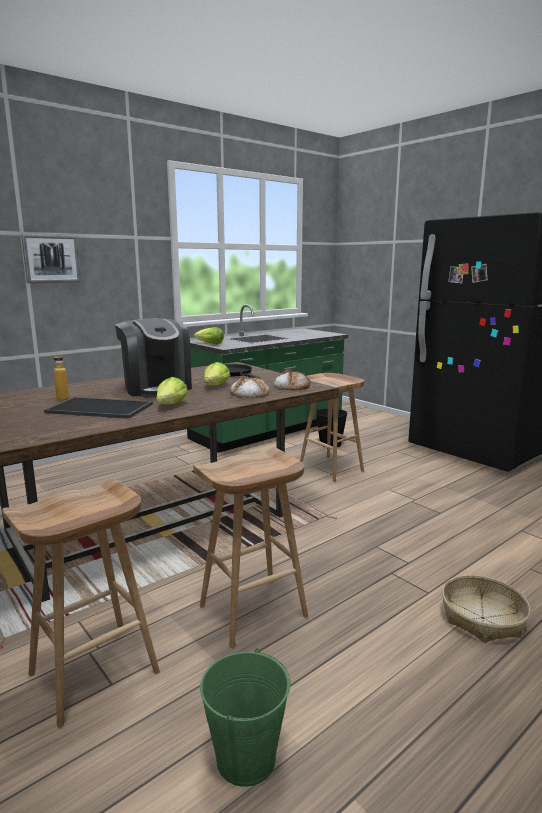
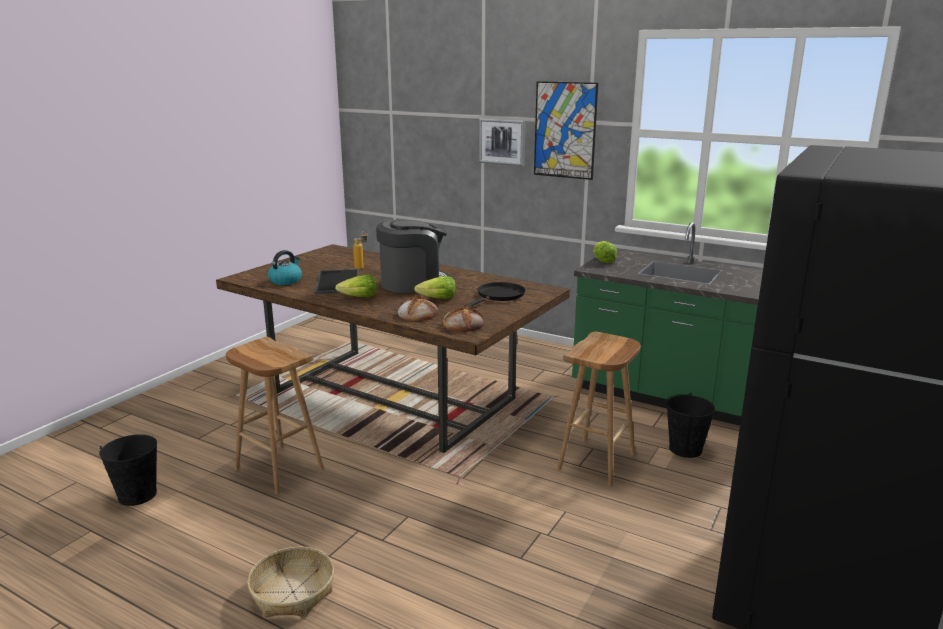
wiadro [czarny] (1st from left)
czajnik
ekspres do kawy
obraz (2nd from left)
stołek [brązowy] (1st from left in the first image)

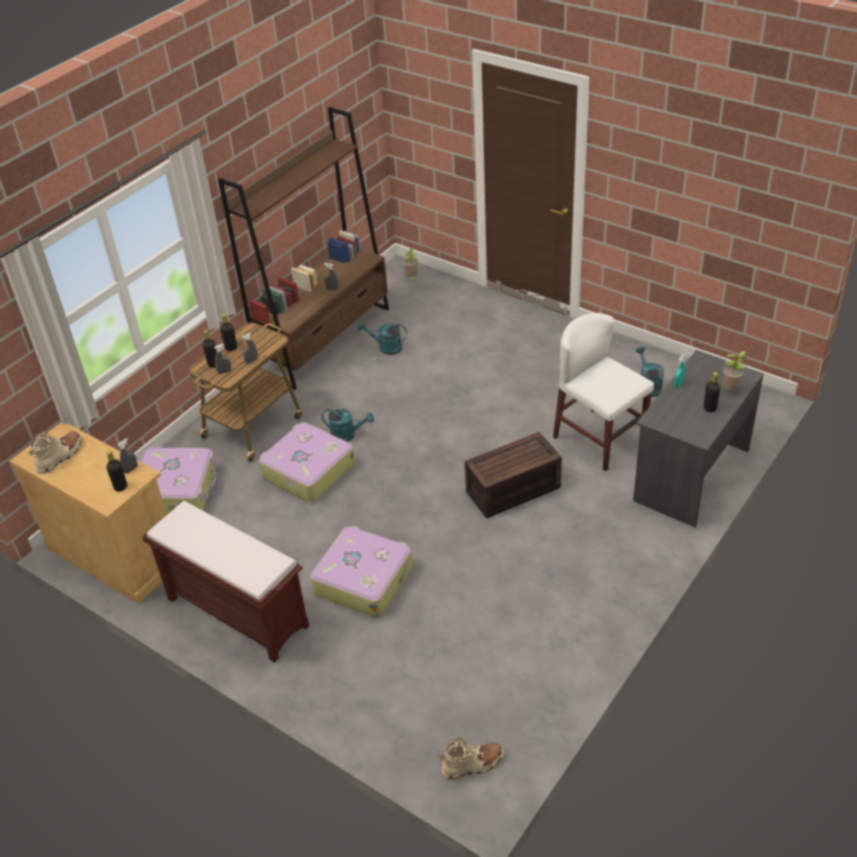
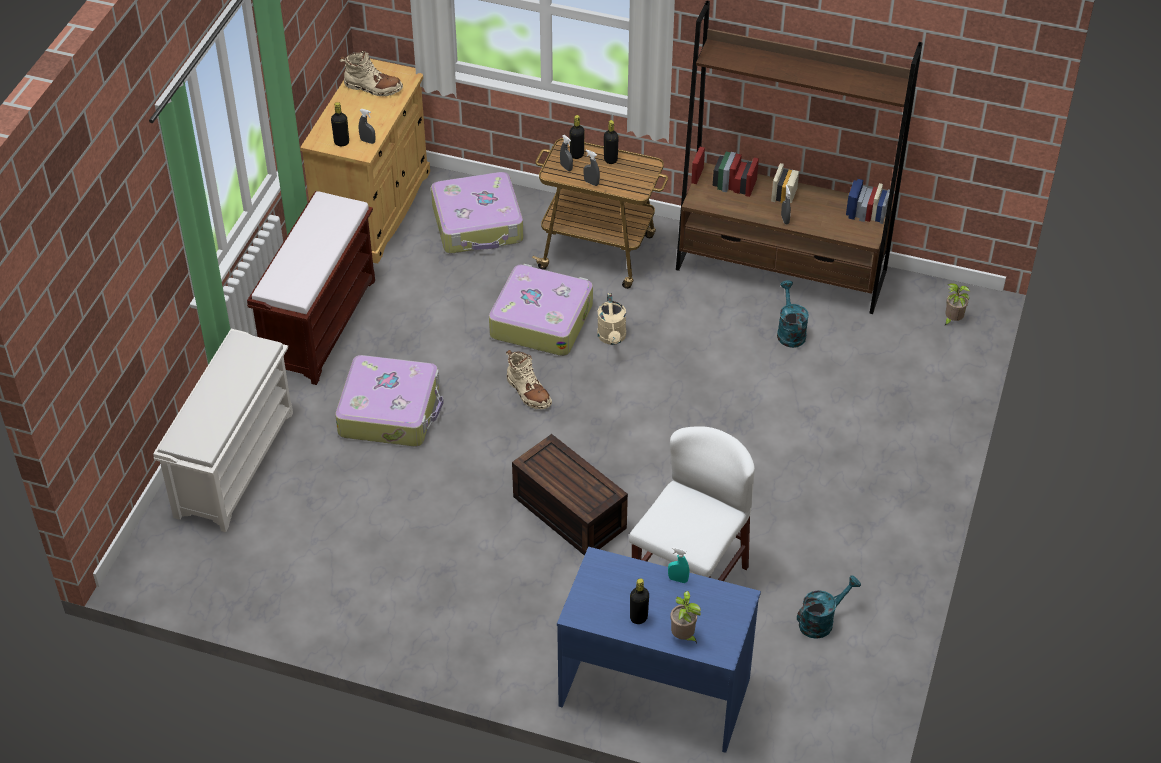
regał na buty [biały]
but z cholewką [beżowy] (2nd from left)
biurko [niebieski]
konewka [beżowy]

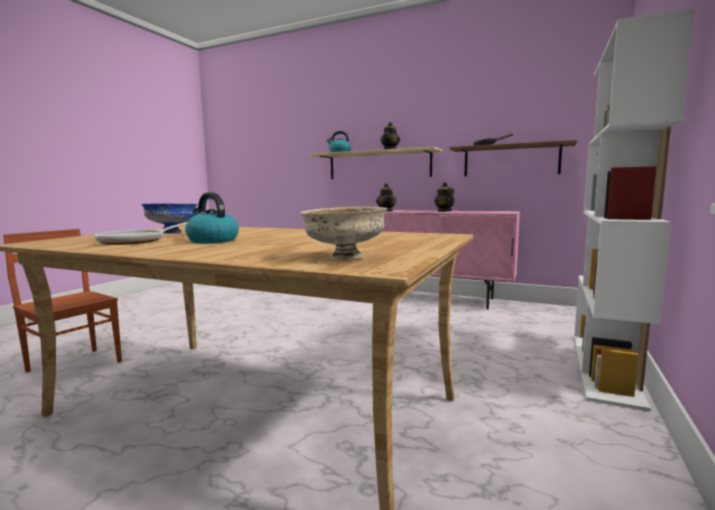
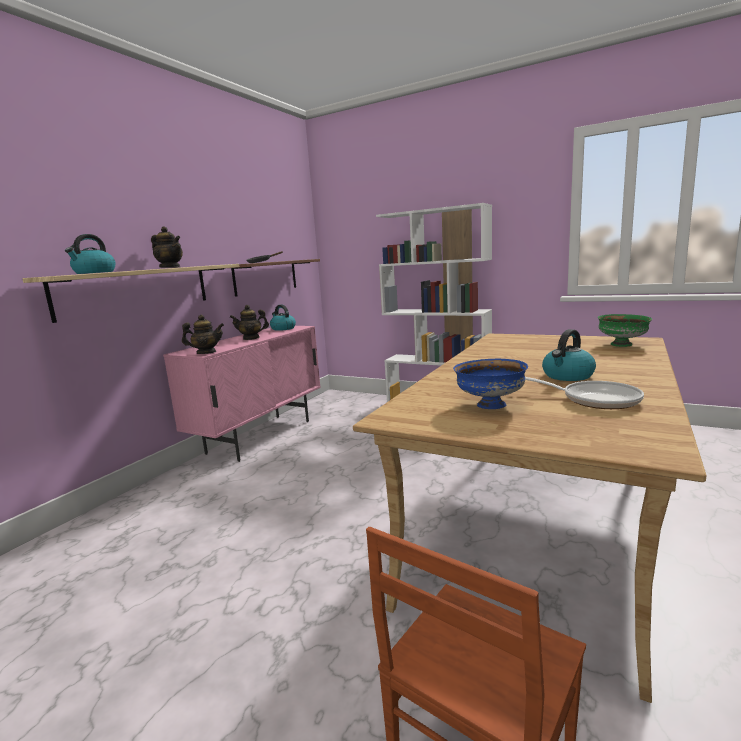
czajnik (2nd from left)
miska [zielony]

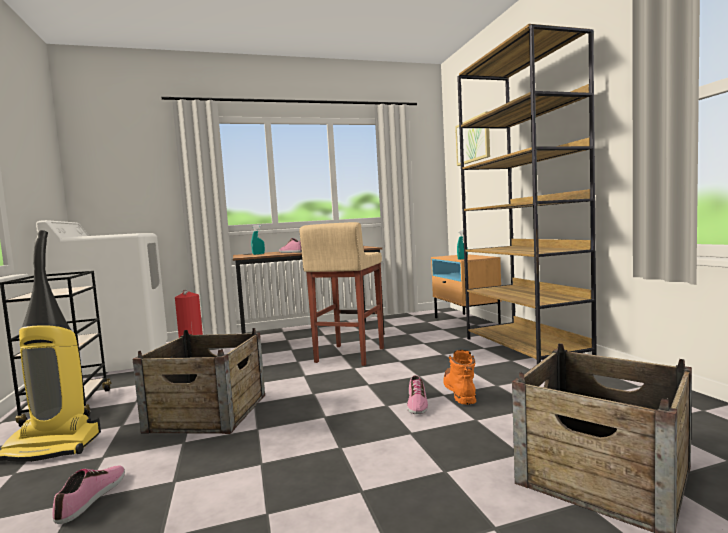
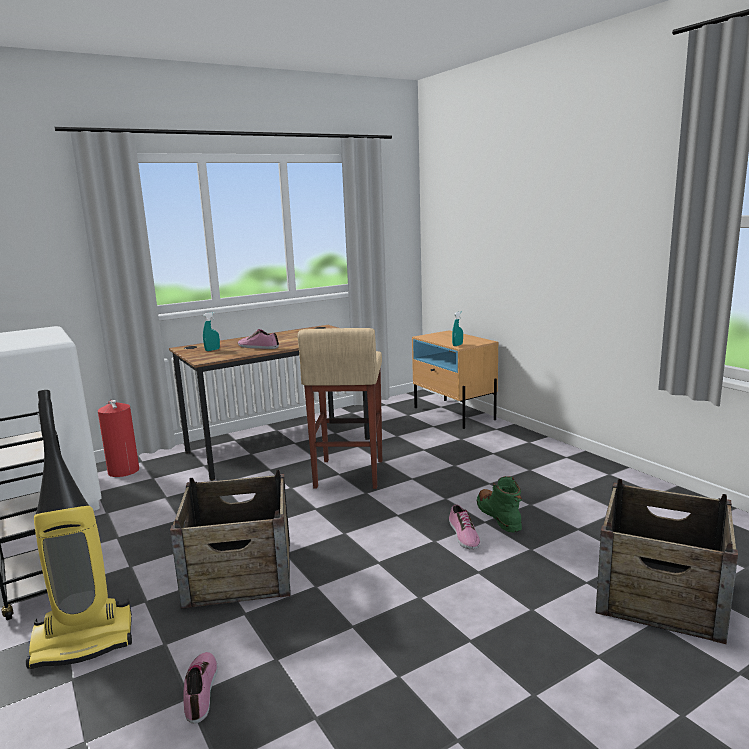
but z cholewką [zielony]
obraz
regał [brązowy]

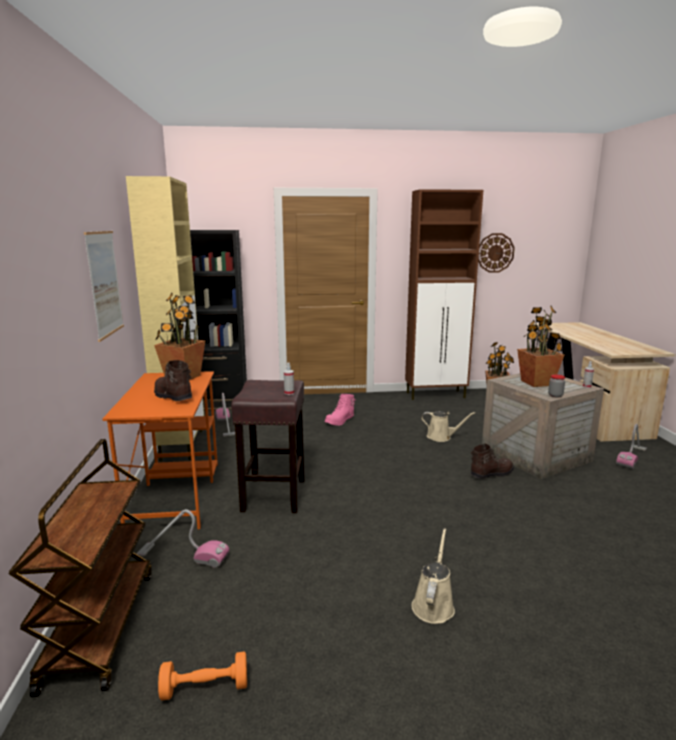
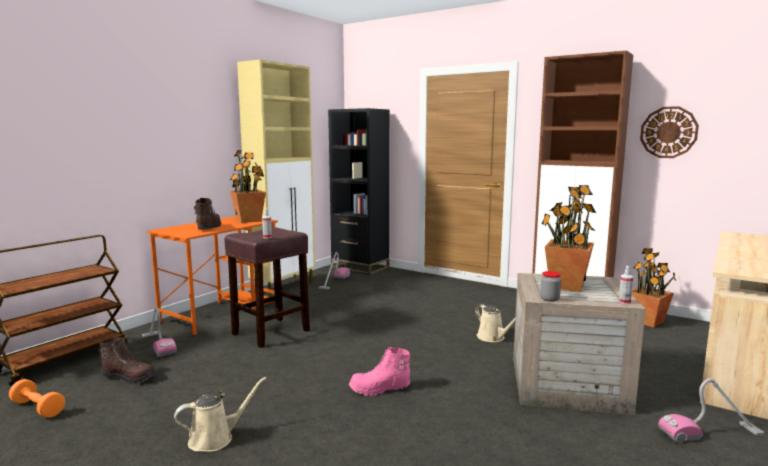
but z cholewką [brązowy] (1st from left)
but z cholewką [różowy]
obraz

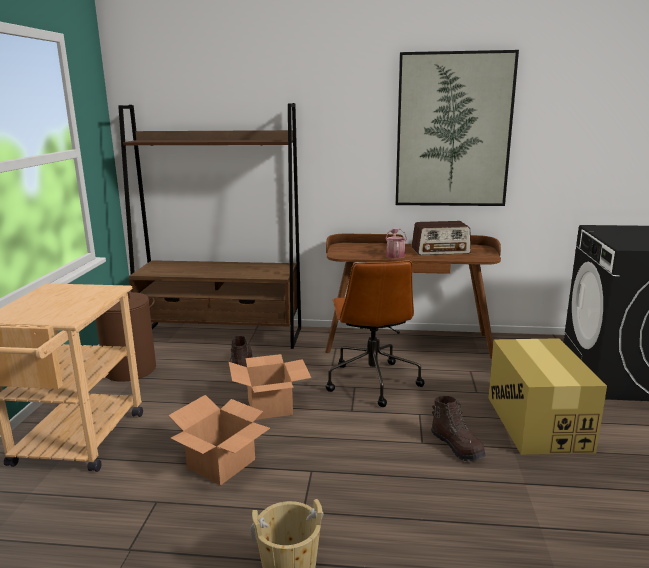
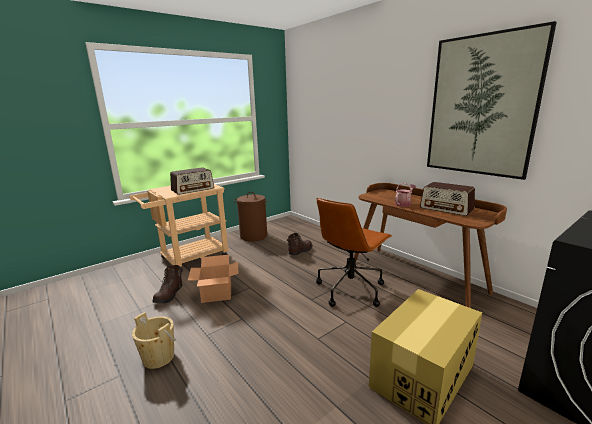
but z cholewką [brązowy] (1st from left)
radio (1st from left)
regał [brązowy]
karton (2nd from left in the first image)

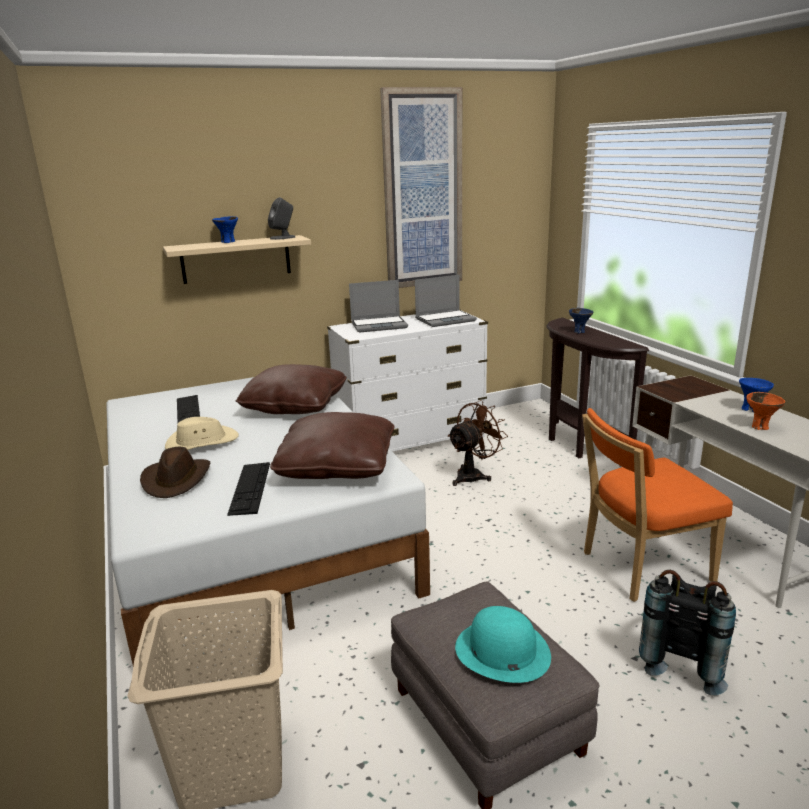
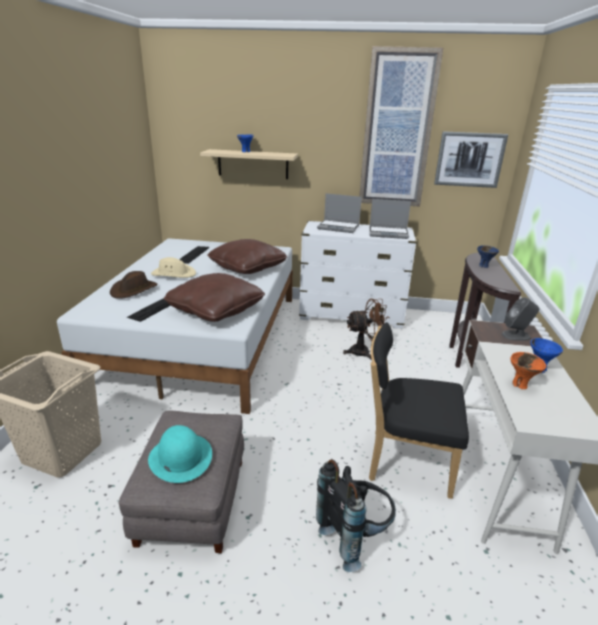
krzesło [czarny]
obraz (2nd from left)
głośnik [szary]

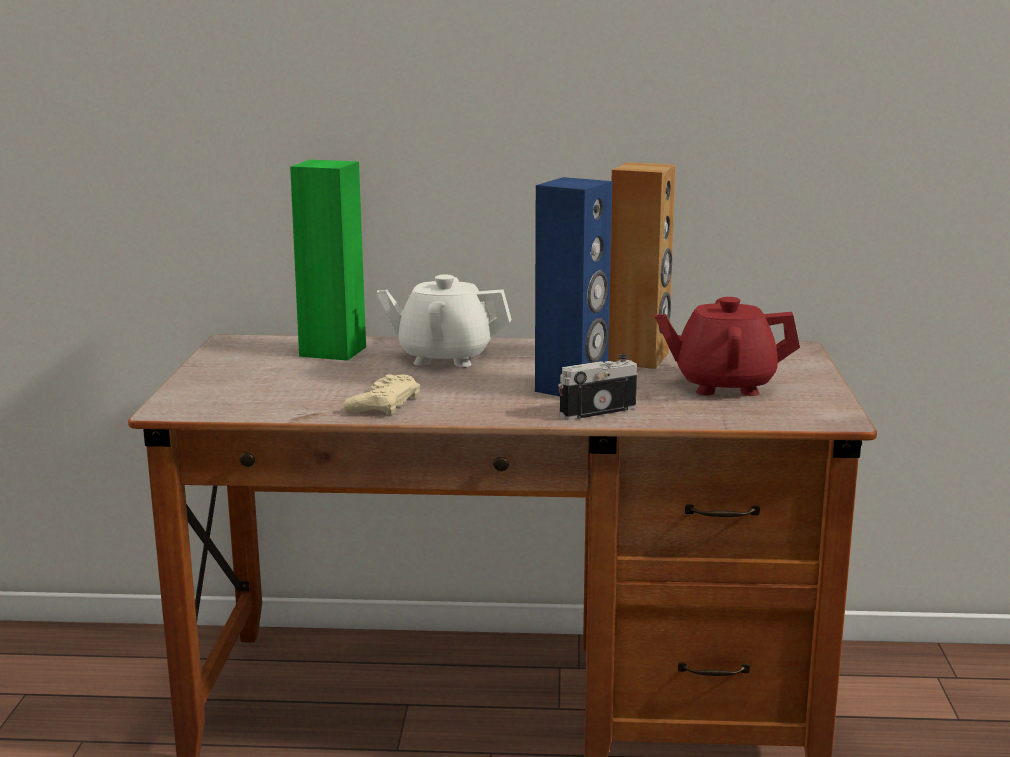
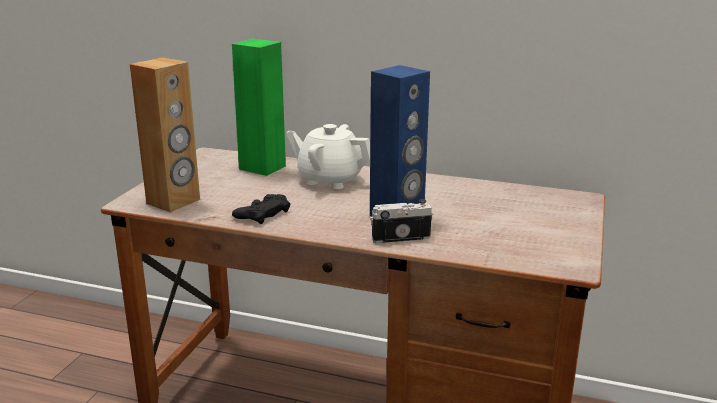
głośnik [brązowy]
pad do gier [czarny]
imbryk [czerwony]

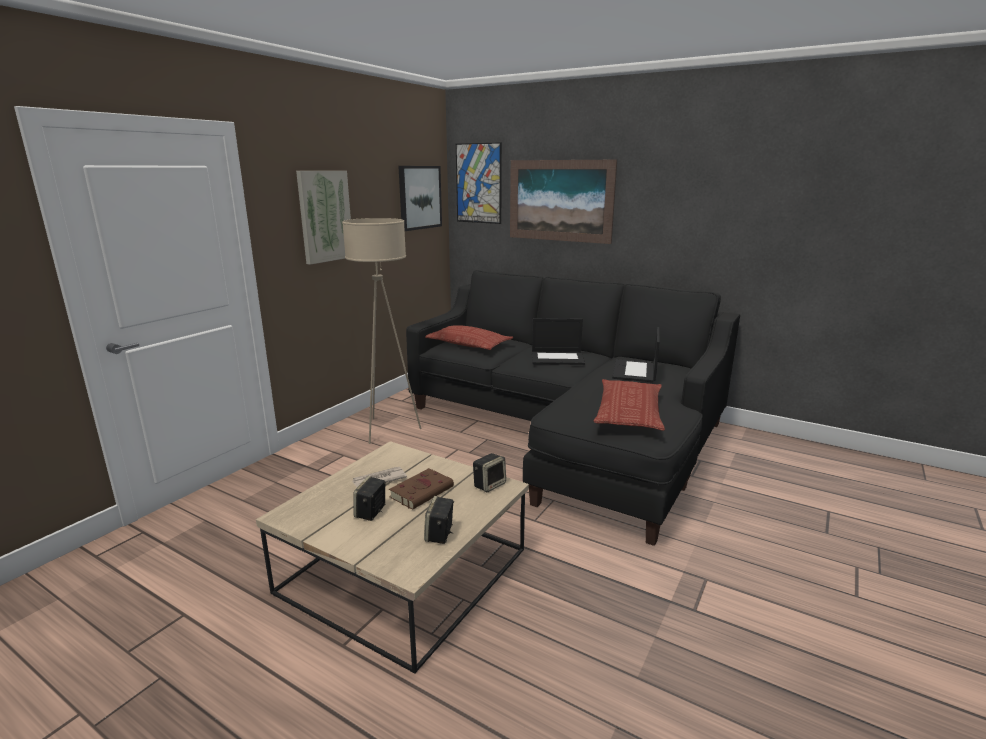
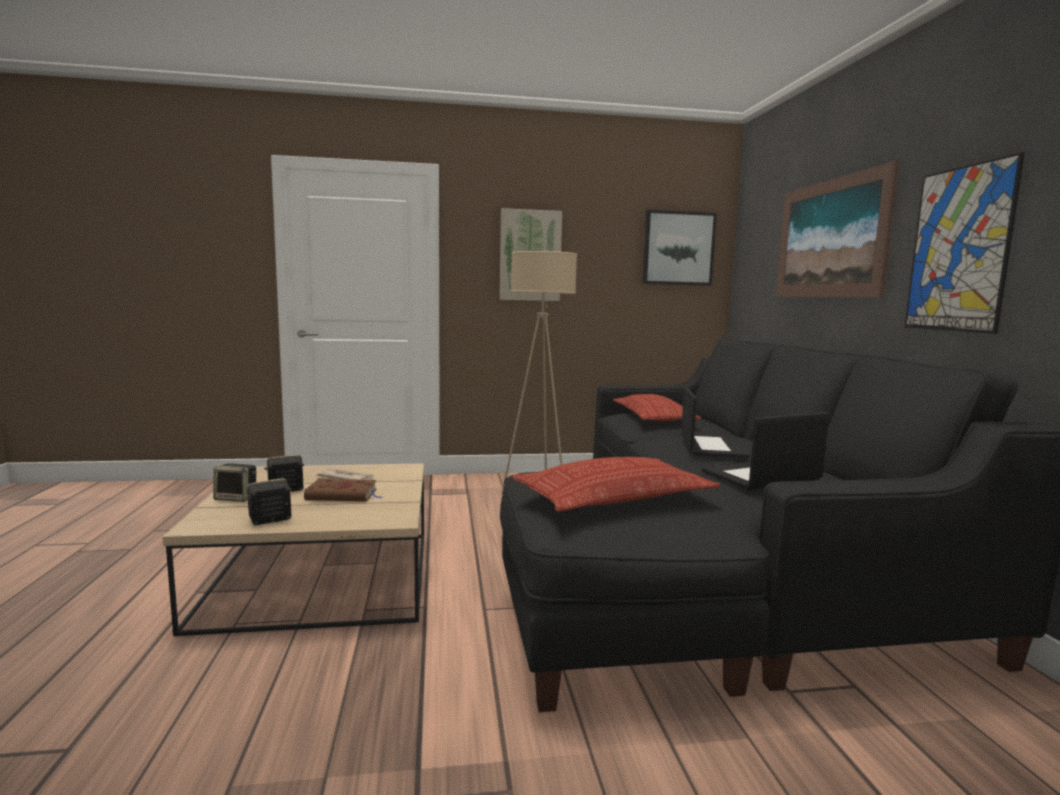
głośnik (1st from left)
laptop (1st from left)
obraz (4th from left)

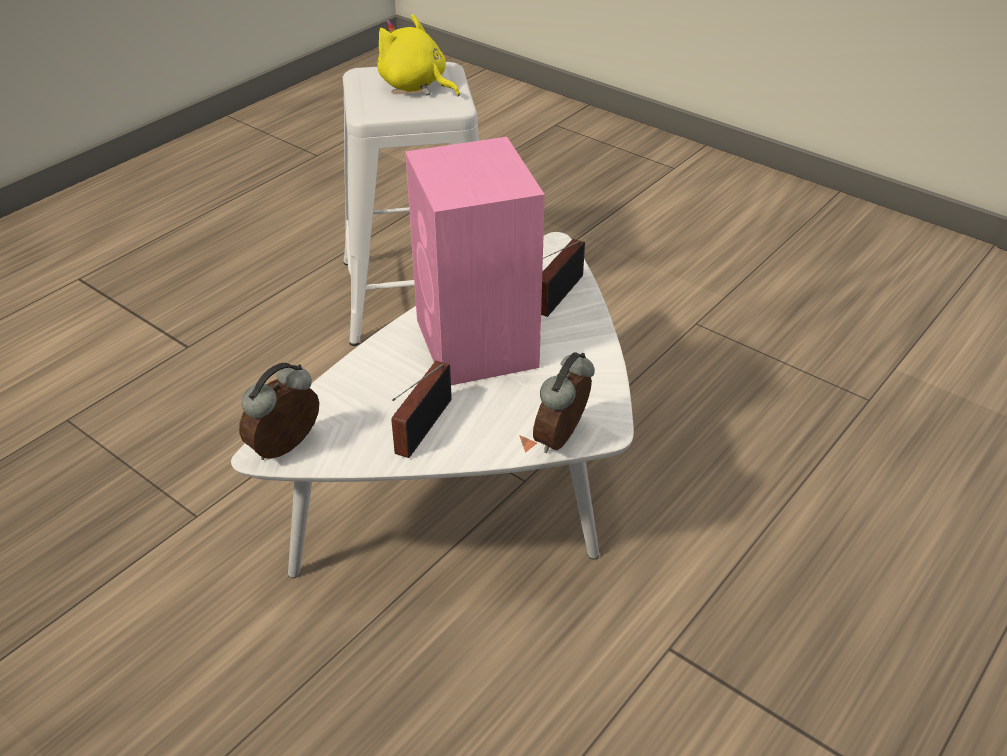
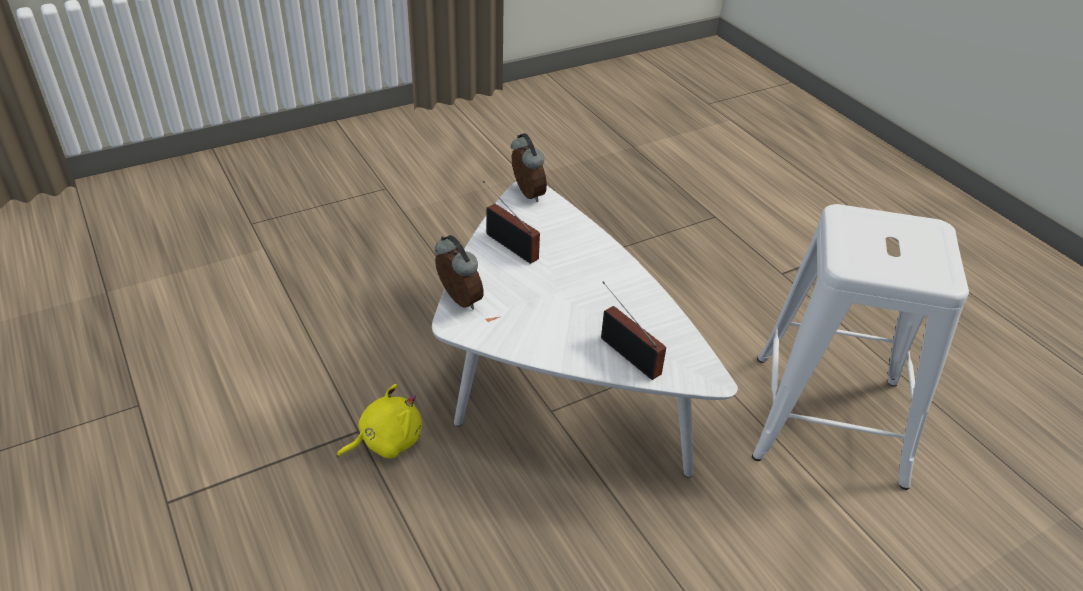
pluszak [żółty]
głośnik [różowy]

